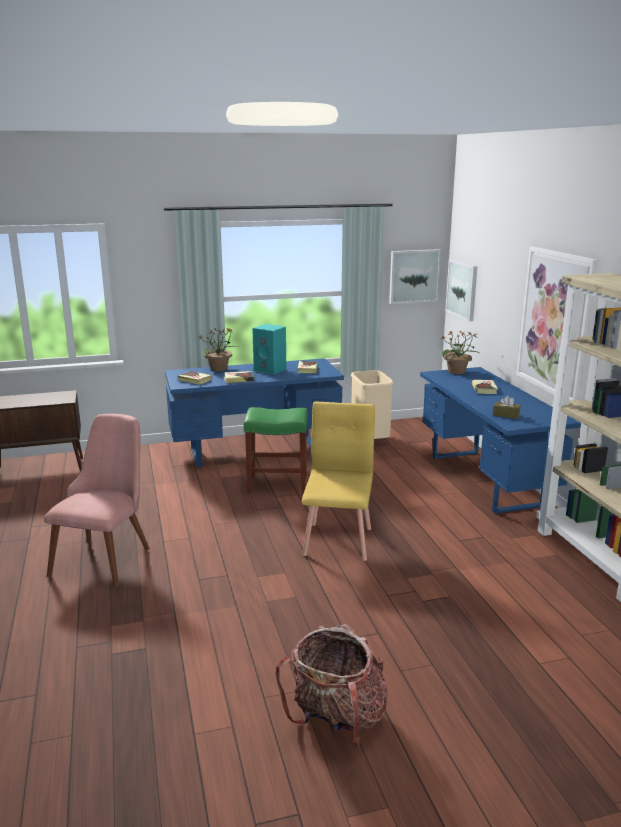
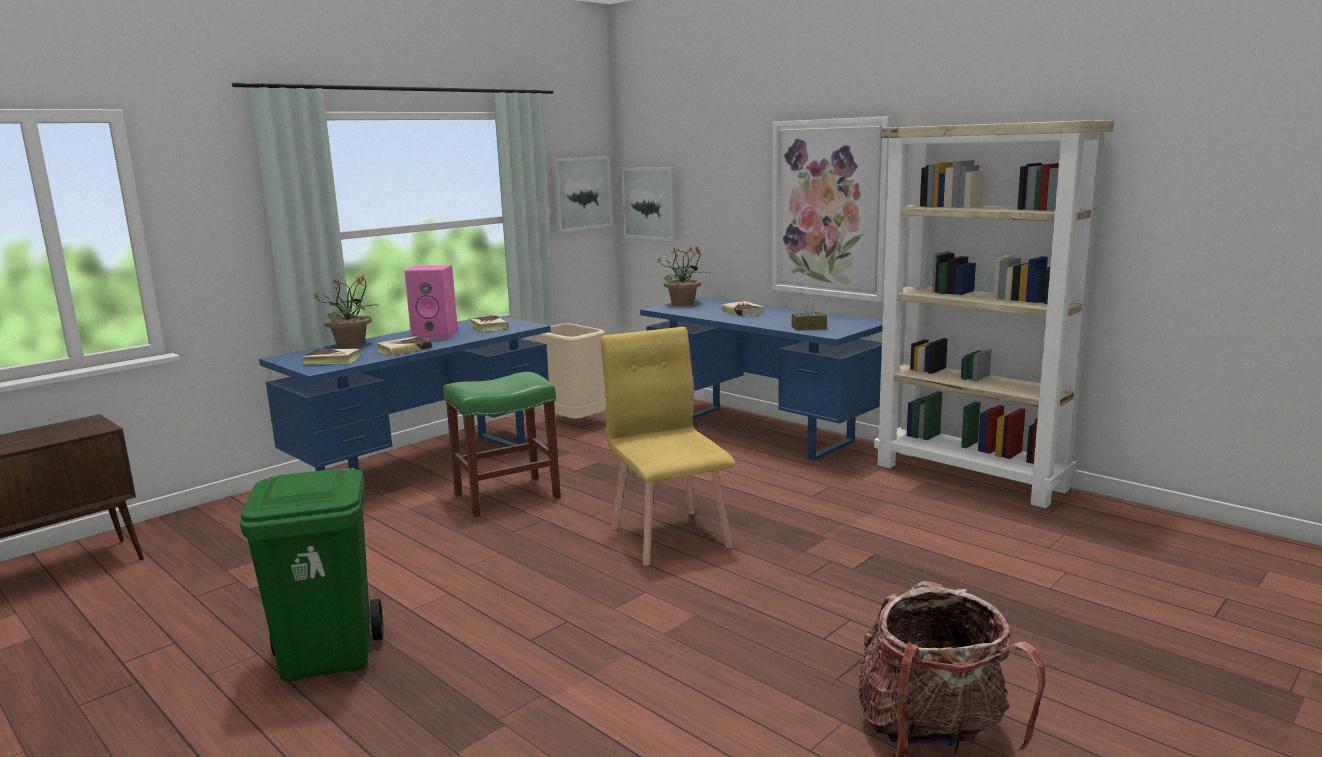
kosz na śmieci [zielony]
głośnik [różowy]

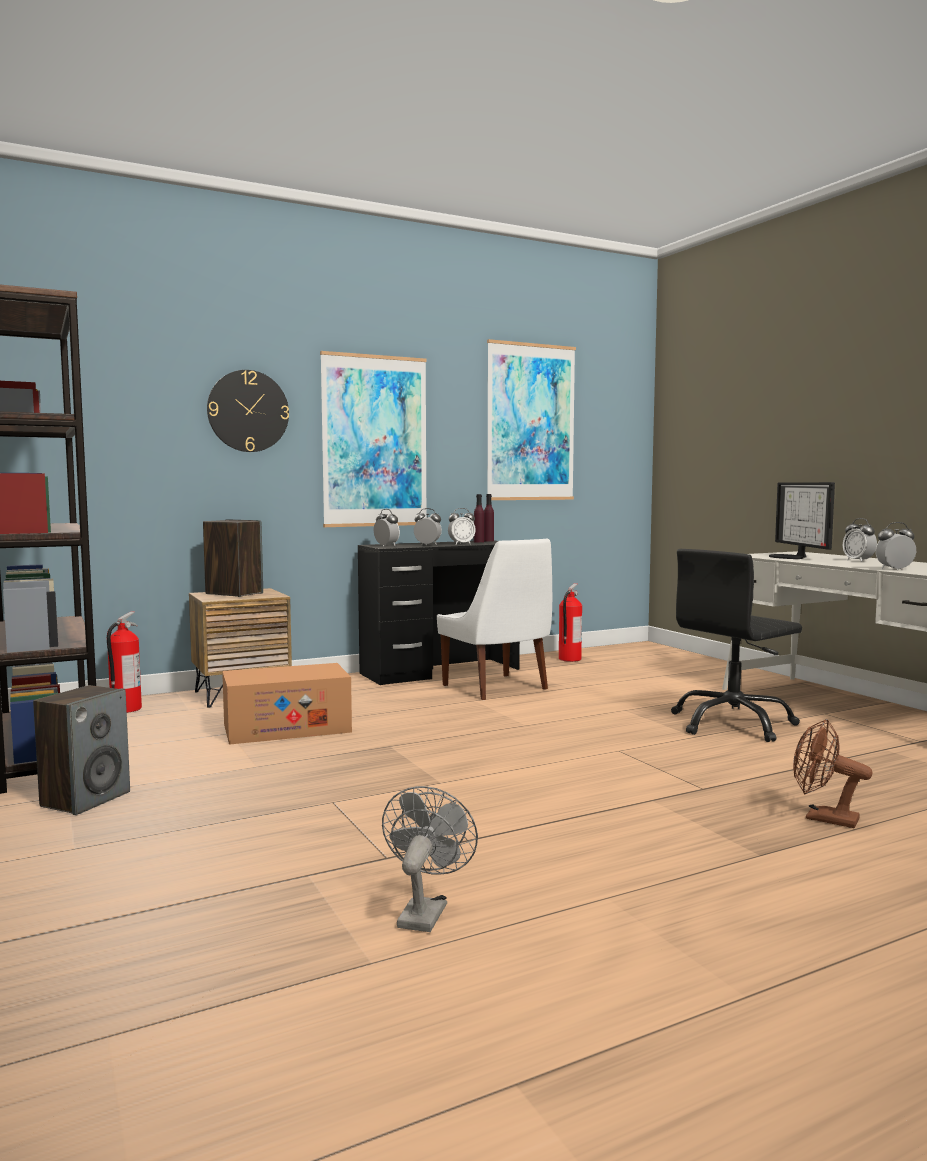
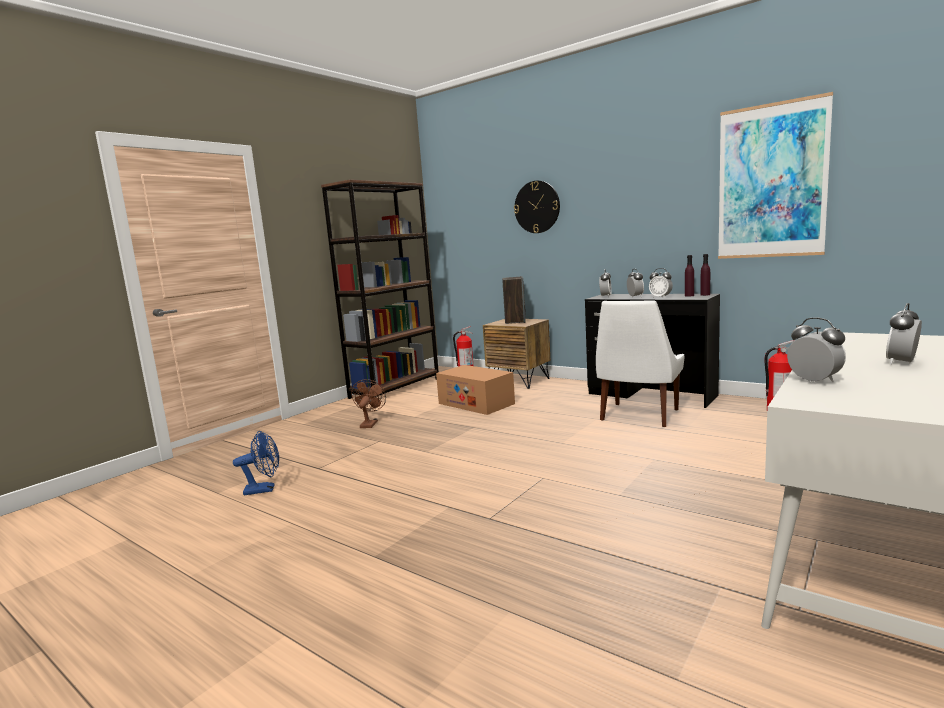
wentylator [niebieski]
wentylator [brązowy]
głośnik (1st from left in the first image)
obraz (1st from left in the first image)
krzesło biurowe [czarny]
monitor

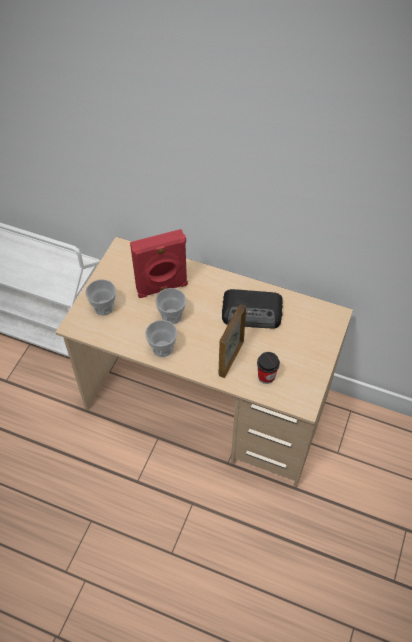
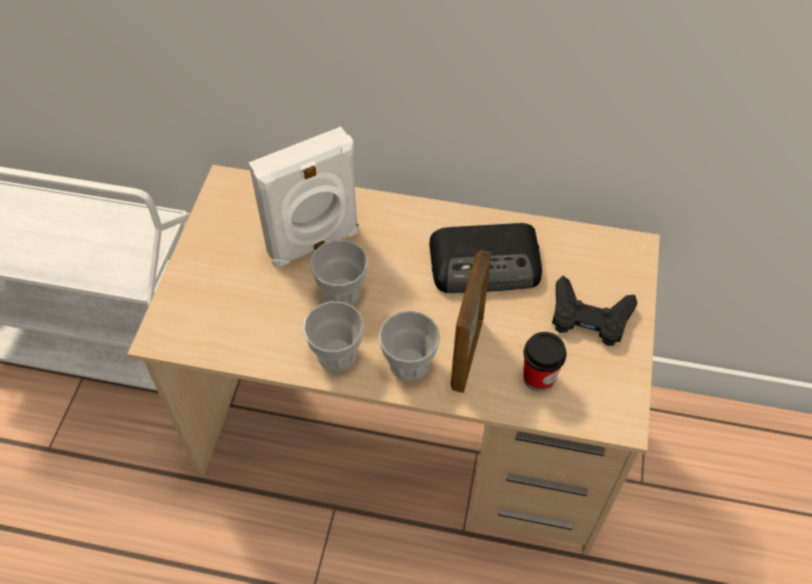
głośnik [biały]
filiżanka (3rd from left)
pad do gier [czarny]

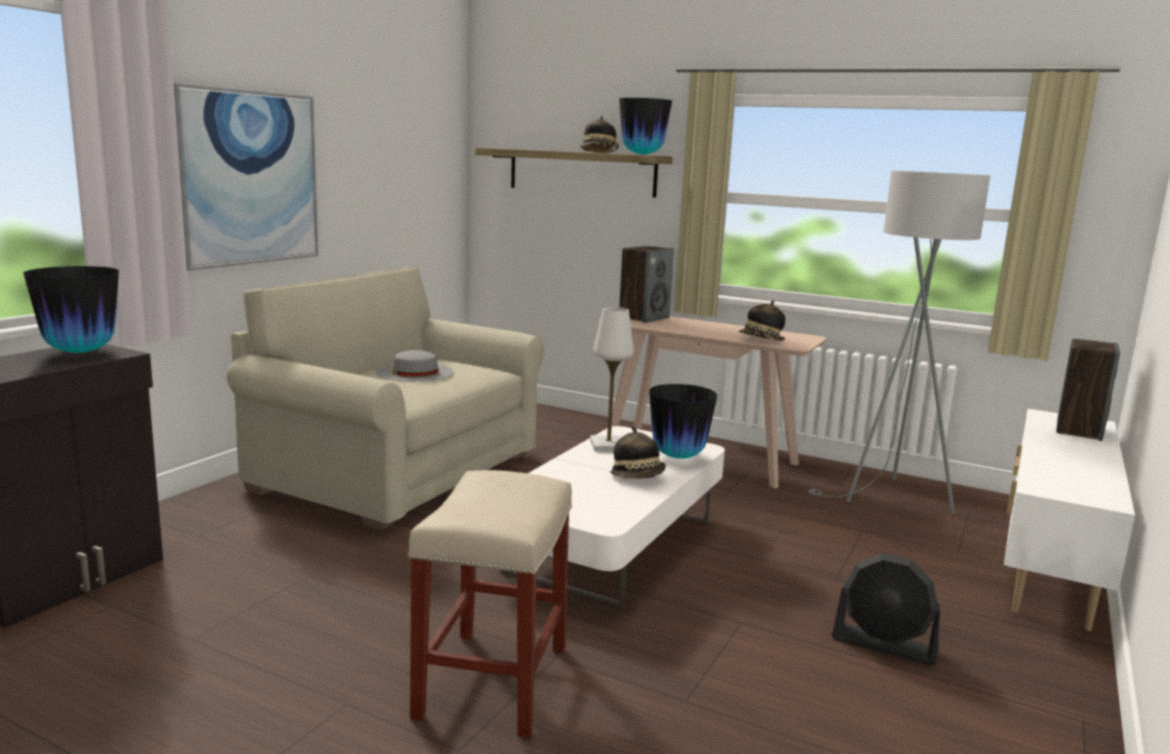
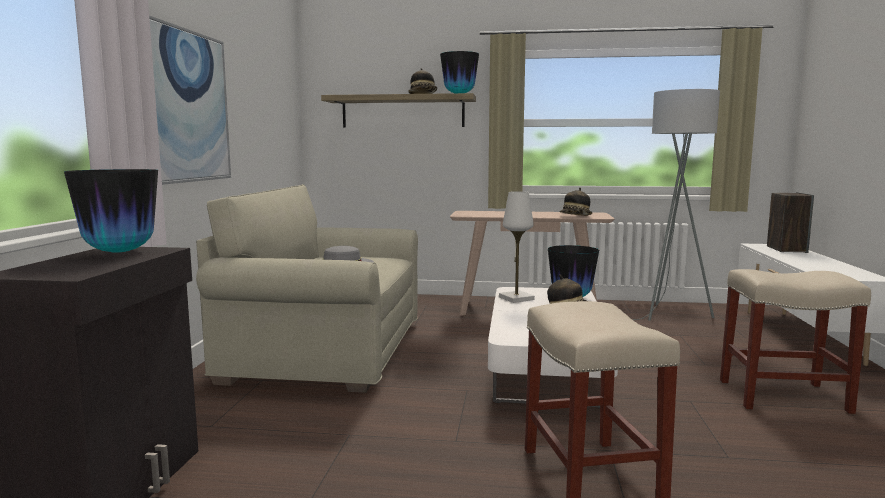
stołek [beżowy] (2nd from left)
głośnik (1st from left in the first image)

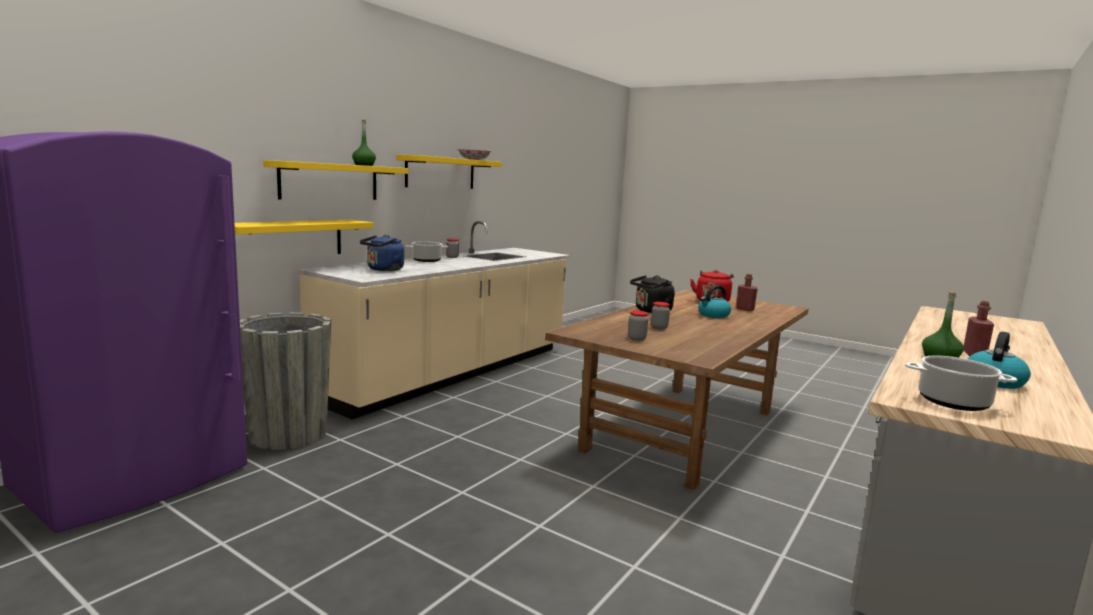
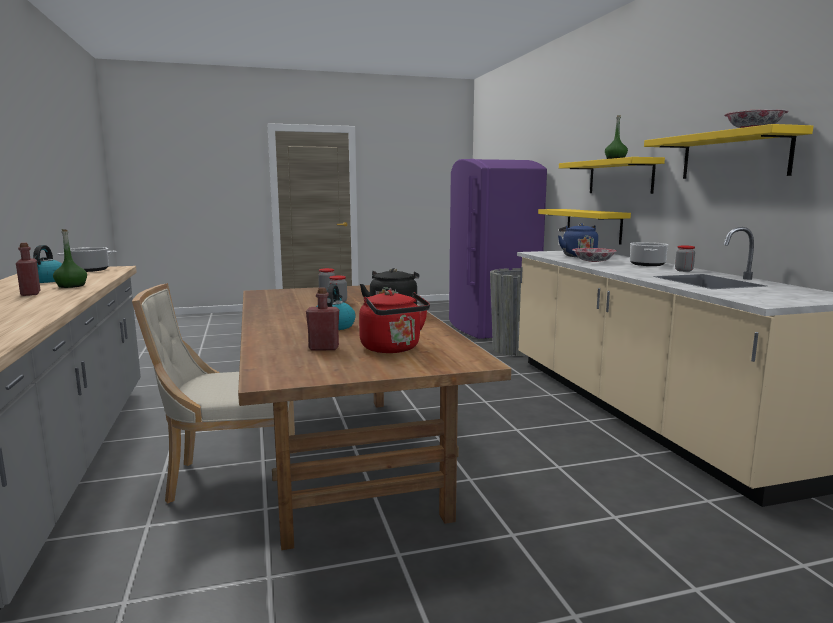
krzesło [beżowy]
miska (1st from left)

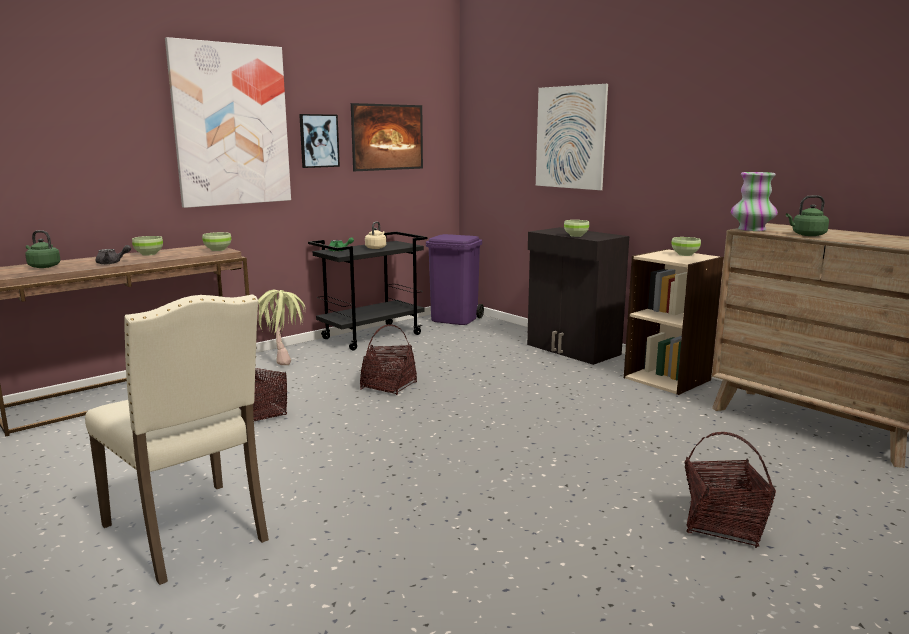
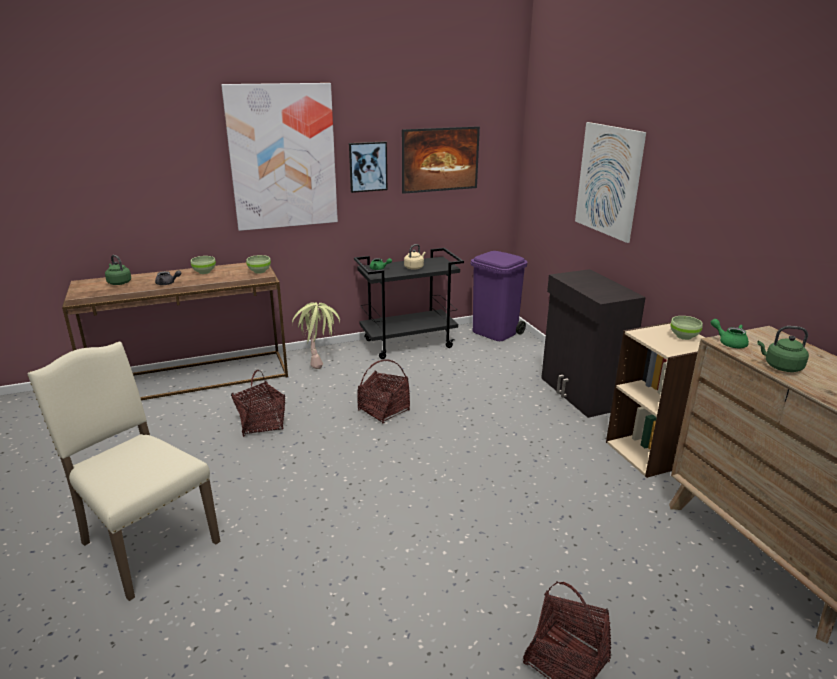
krzesło [beżowy]
imbryk [zielony] (2nd from left)
miska [zielony] (3rd from left in the first image)

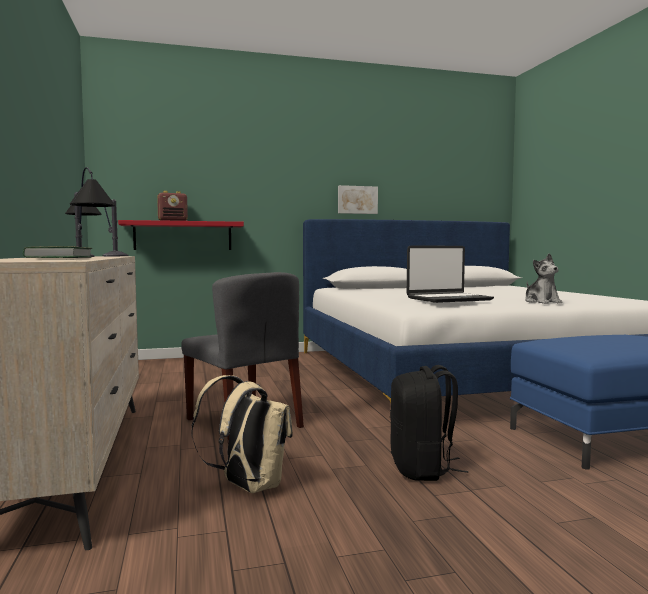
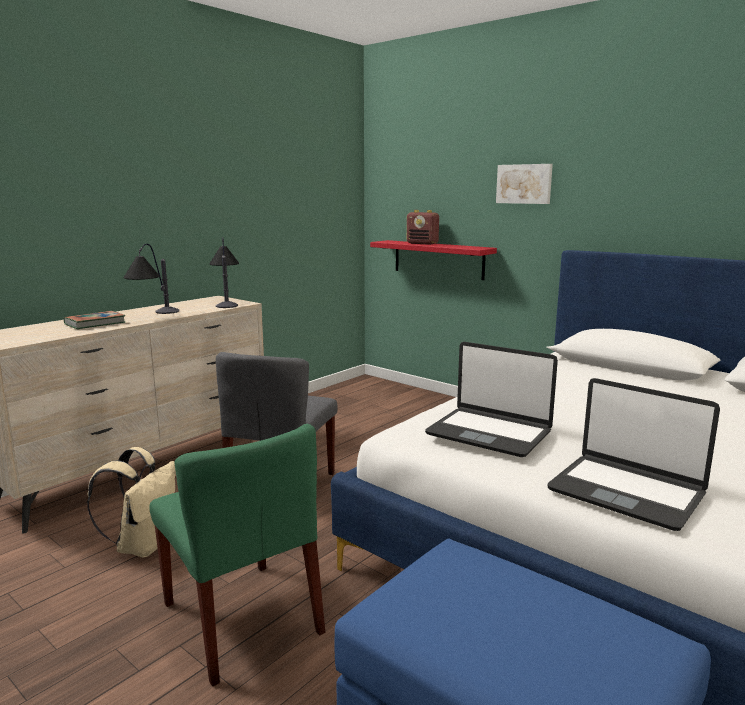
krzesło [zielony]
obraz
laptop (2nd from left)

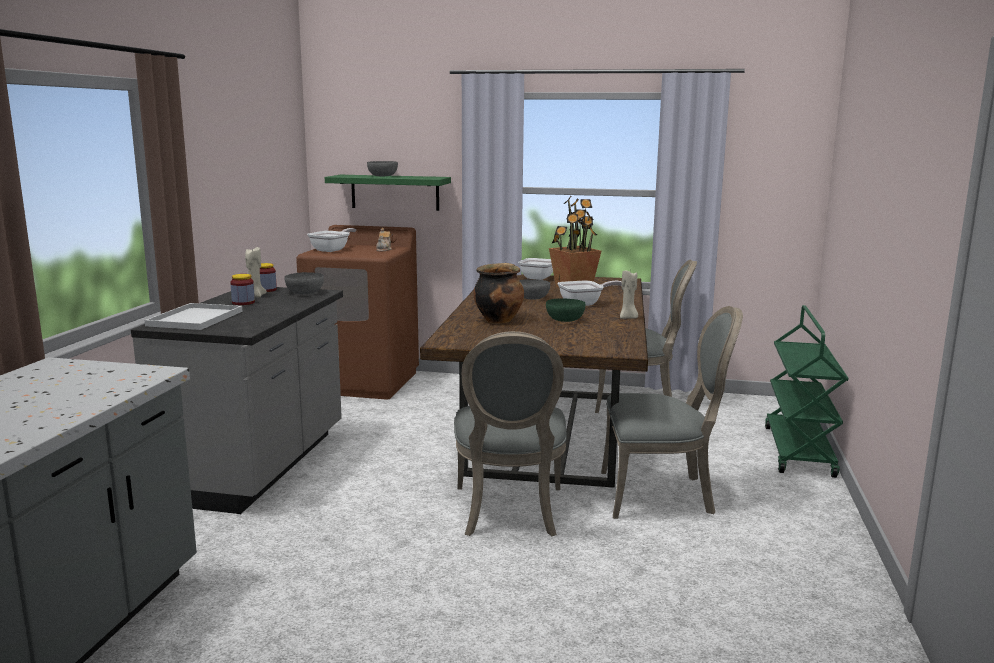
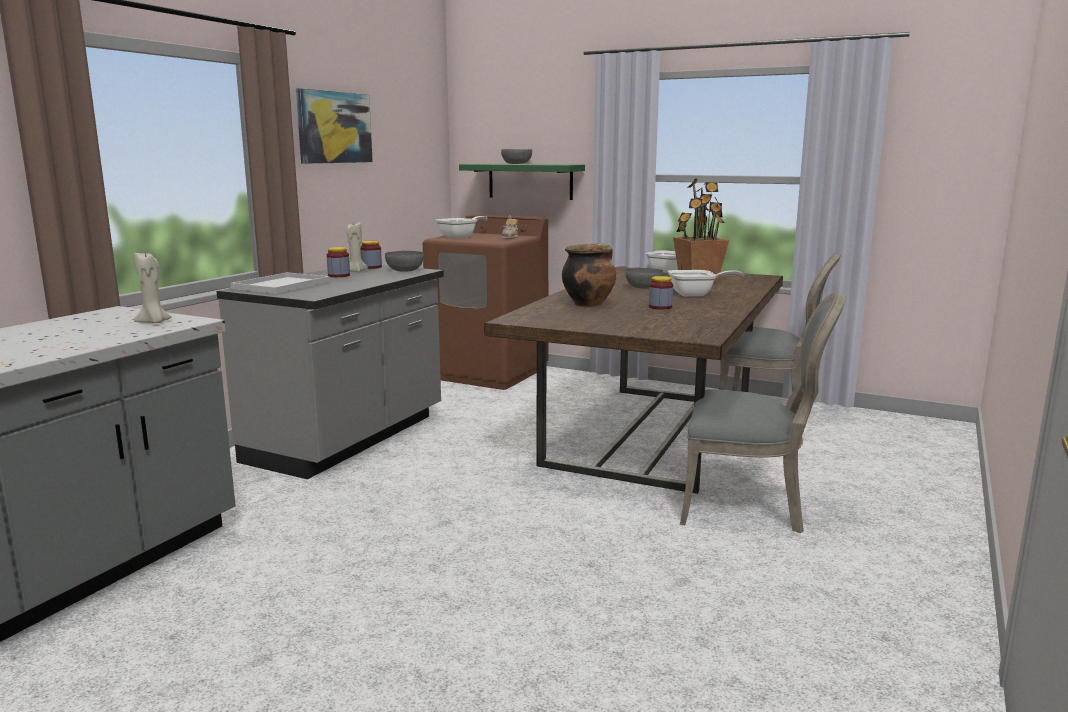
świeca [beżowy] (1st from left)
obraz
słoik (3rd from left)
krzesło [szary] (1st from left in the first image)
wózek [zielony]

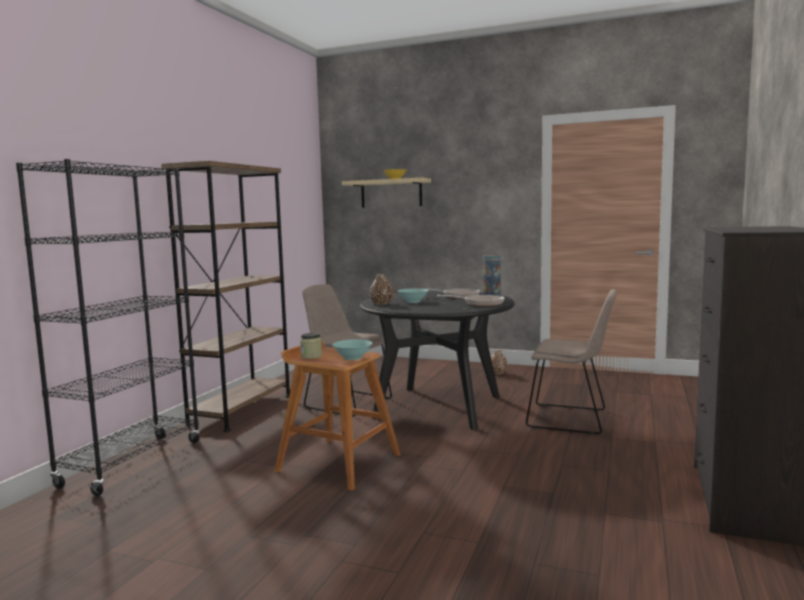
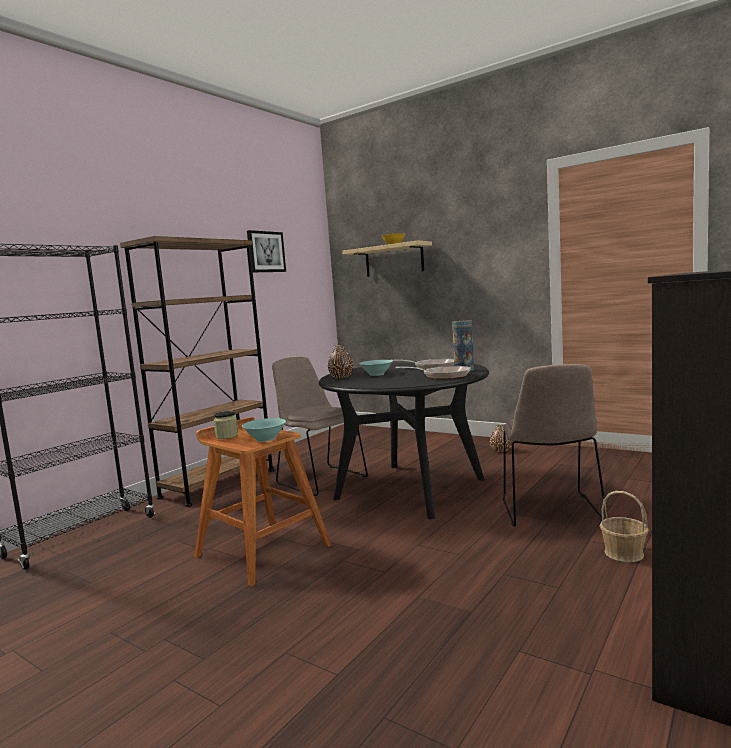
obraz
krzesło [beżowy] (2nd from left)
koszyk

